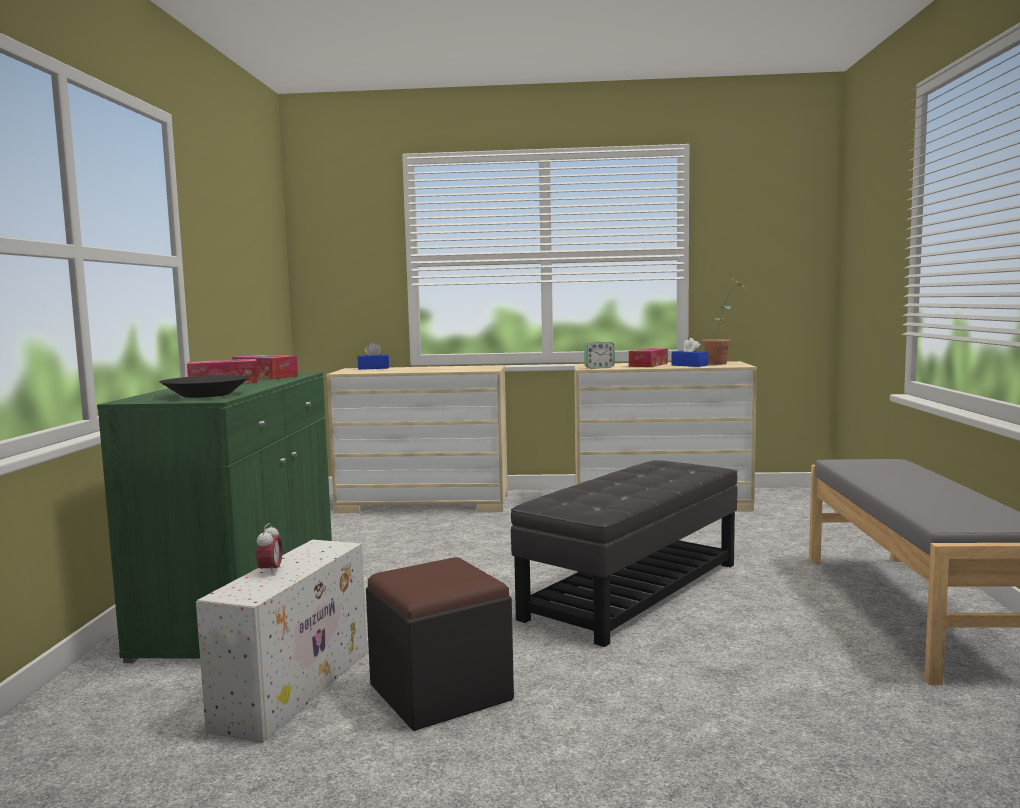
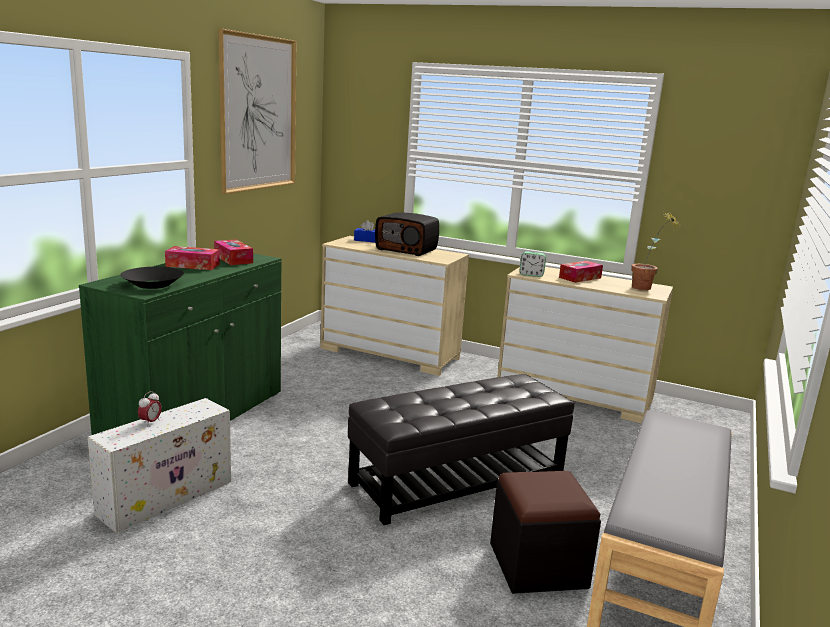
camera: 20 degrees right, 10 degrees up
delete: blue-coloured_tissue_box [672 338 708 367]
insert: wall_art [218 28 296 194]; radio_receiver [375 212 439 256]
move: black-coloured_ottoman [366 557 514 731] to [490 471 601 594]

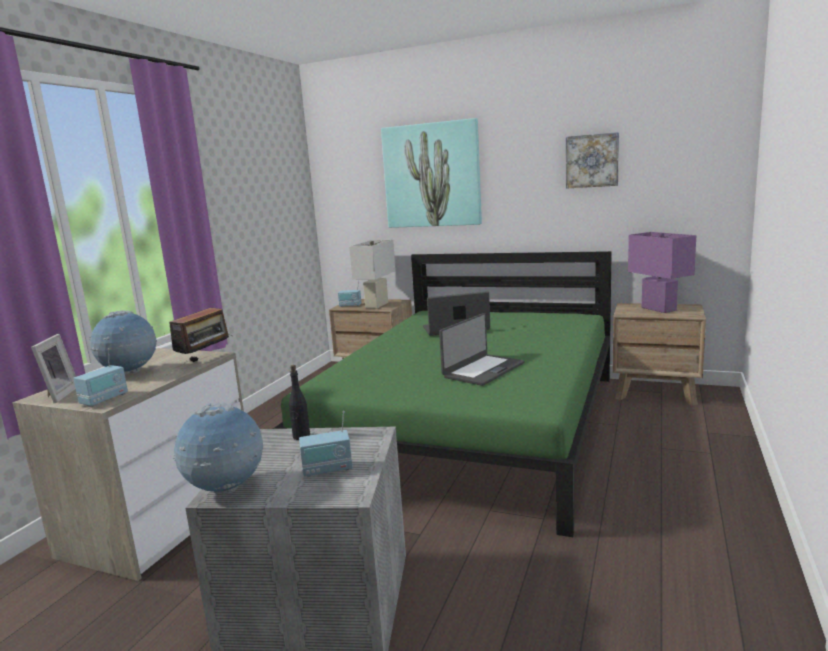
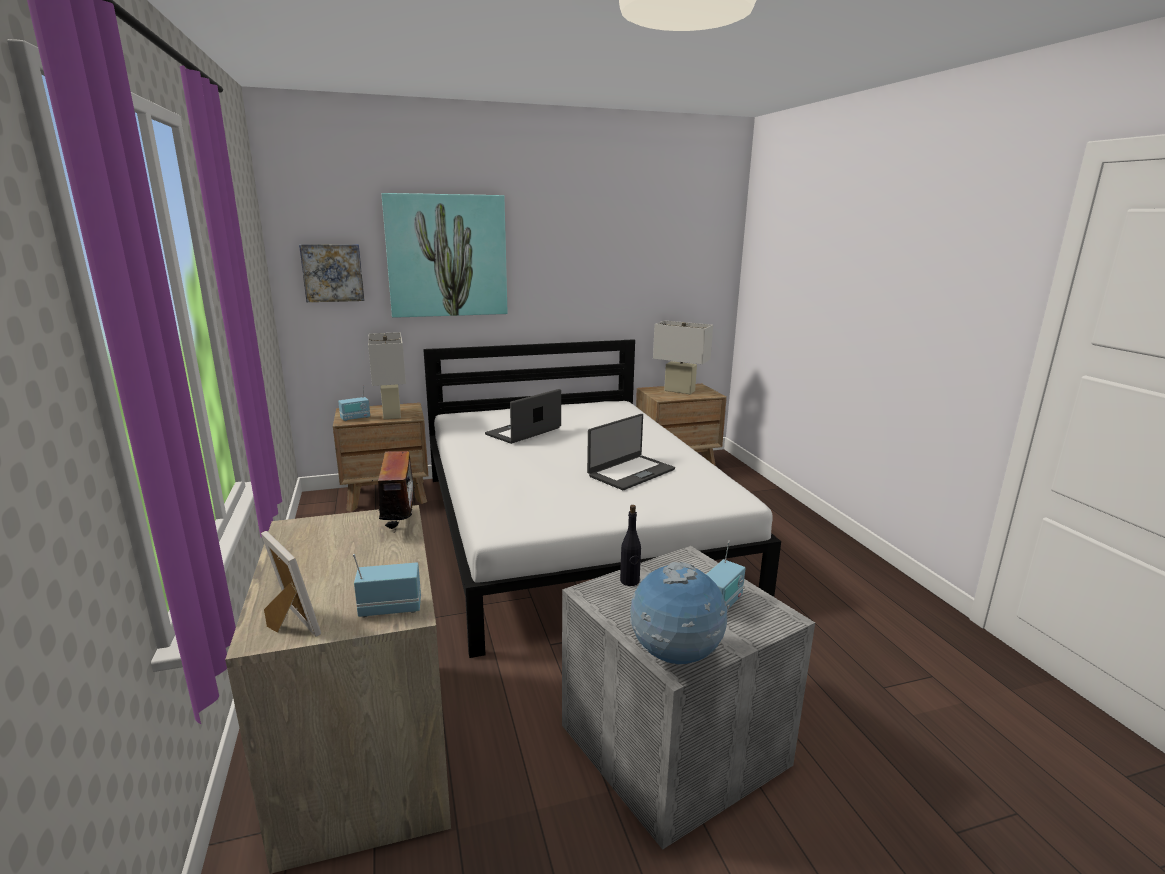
camera: 40 degrees left, 5 degrees up
delete: desk_globe [89 310 157 375]
move: wall_art [566 132 619 189] to [299 244 364 302]
recolor: purplish_lamp_for_a_table [628 232 696 313] to white_lamp_for_a_table [653 320 713 394]; greenish_bed [273 251 612 537] to white_bed [423 339 781 658]
rotate: notebook_computer [439 313 525 386] = [587 414 675 490] 45 degrees clockwise; radio_receiver [73 348 128 407] = [353 554 421 618] 90 degrees counterclockwise

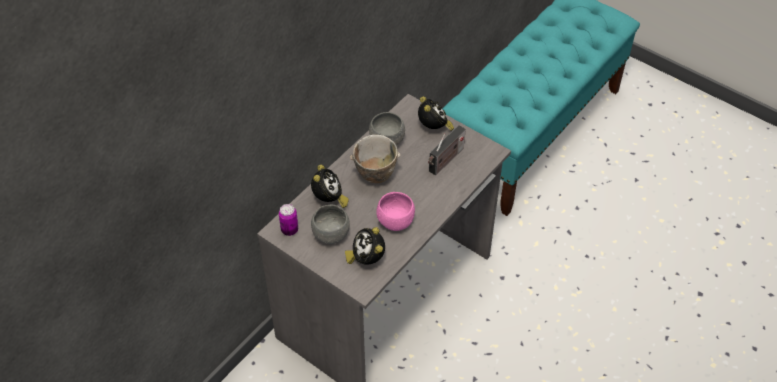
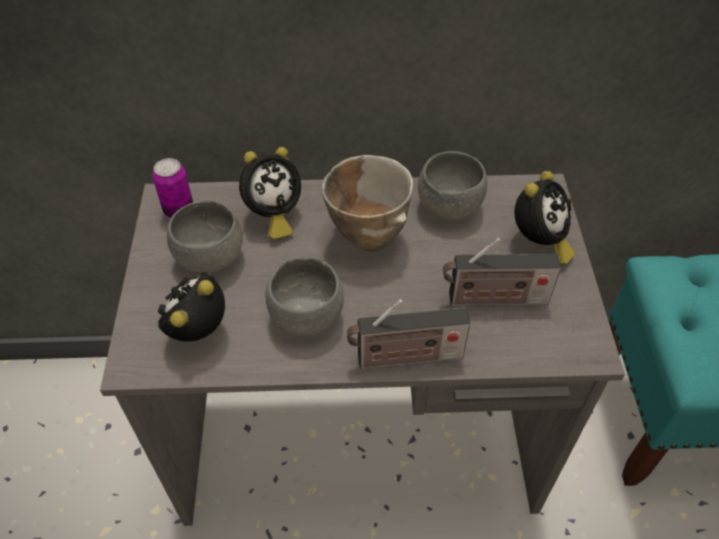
camera: 50 degrees right, 0 degrees up
insert: radio_receiver [347 299 470 369]
recolor: pinkish_serving_bowl [376 192 415 231] to grey_serving_bowl [266 257 344 337]

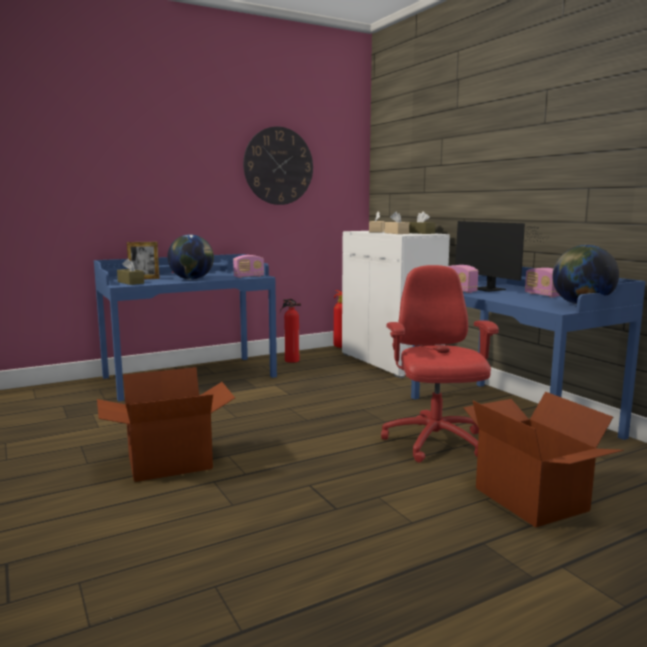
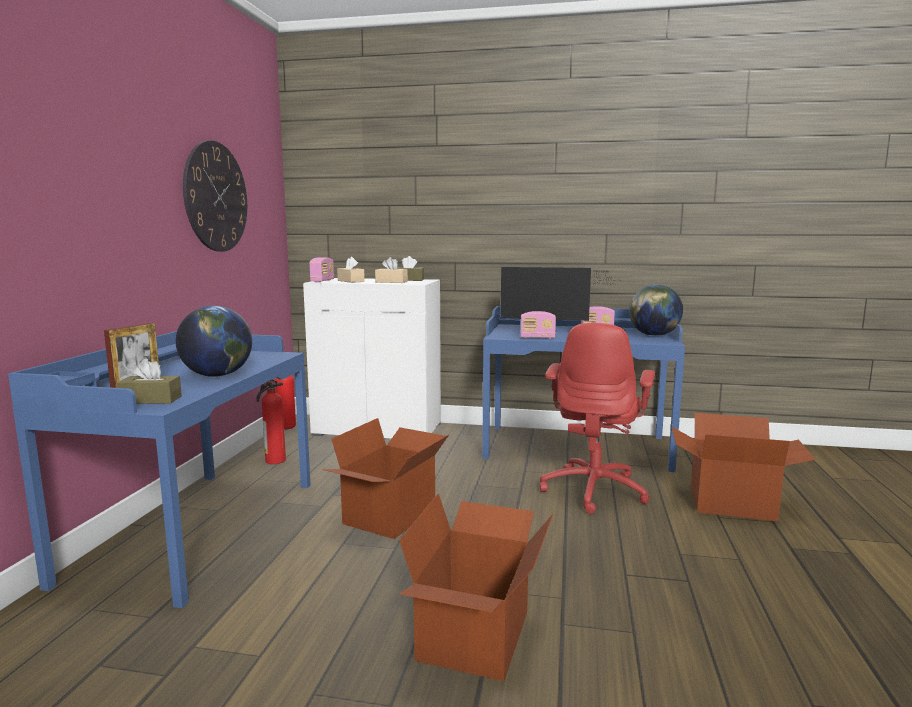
camera: 50 degrees left, 0 degrees up
insert: packing_box [322 418 449 539]
move: radio_receiver [233 255 264 278] to [309 258 334 282]
rotate: red-coloured_office_chair [381 265 499 462] = [540 323 655 514] 105 degrees counterclockwise

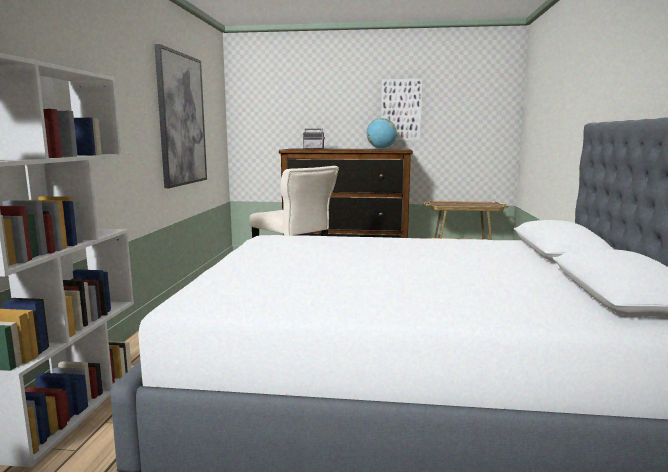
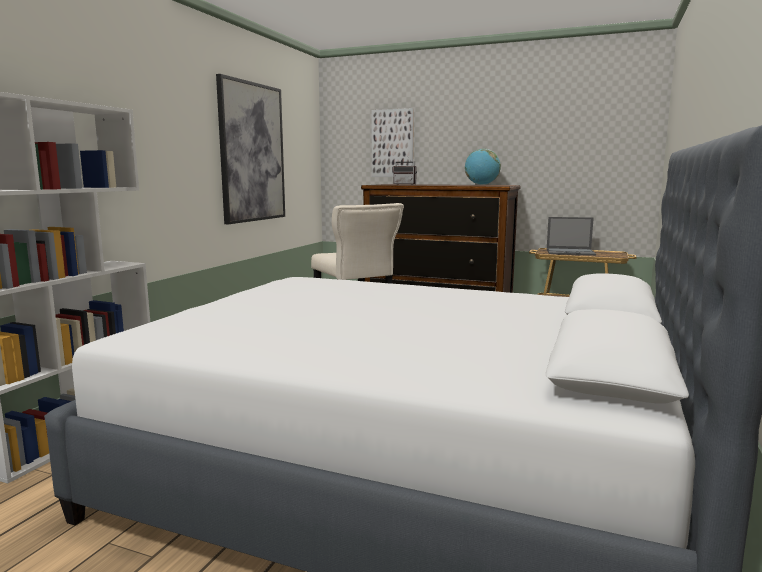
camera: 15 degrees right, 0 degrees up
insert: notebook_computer [547 217 596 255]
move: wall_art [381 79 422 141] to [372 108 414 177]

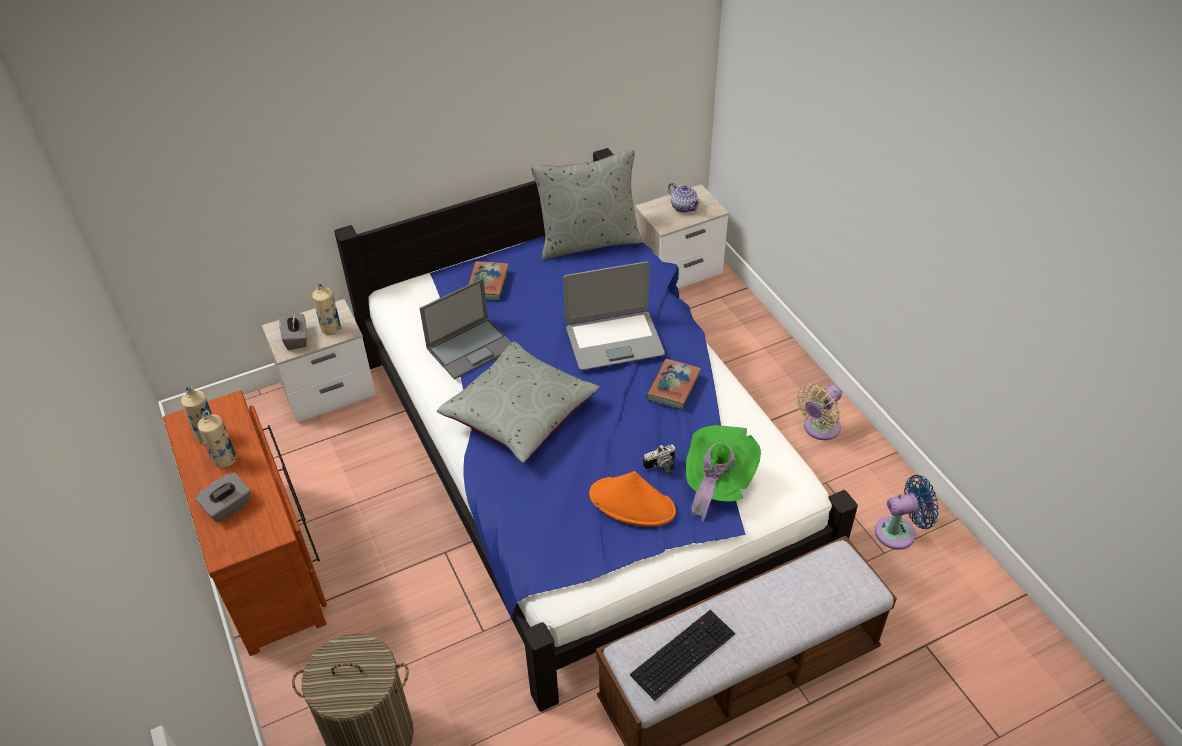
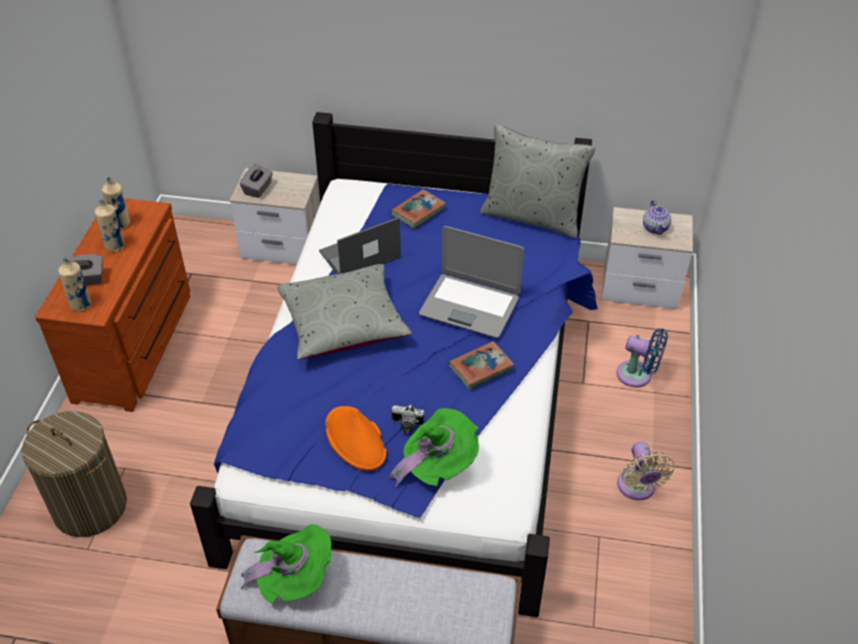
camera: 35 degrees right, 0 degrees up
move: sand-coloured_bottle [312 283 341 335] to [58 257 91 311]; blue-coloured_electric_fan [875 475 939 550] to [617 328 668 387]
replace: computer_keyboard [630 610 735 701] to greenish_wearable_hat [241 524 331 604]
rotate: notebook_computer [420 278 512 380] = [319 217 401 274] 150 degrees clockwise; sand-coloured_electric_fan [796 384 842 440] = [617 442 675 500] 90 degrees counterclockwise

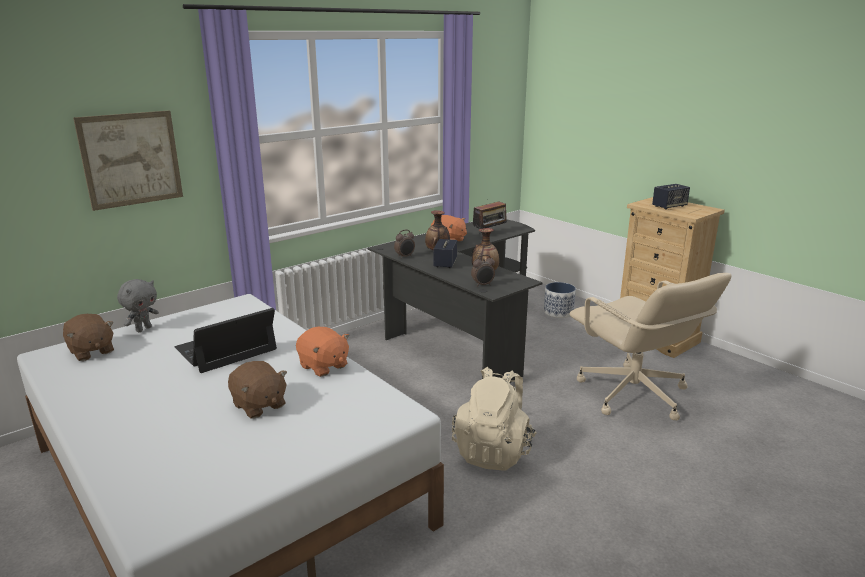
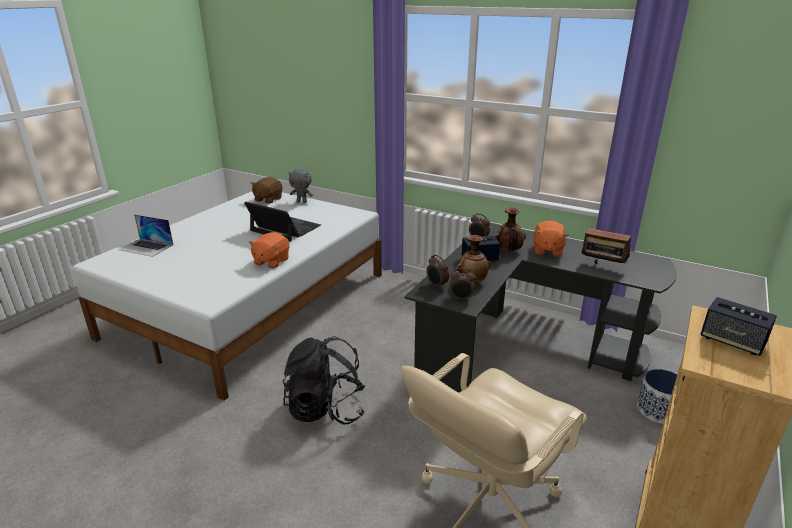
camera: 70 degrees right, 5 degrees up
delete: wall_art [73 110 183 211]; brownish_cuddly_toy [228 361 287 419]
insert: notebook_computer [119 214 173 257]; bedside_clock [449 268 476 301]
recolor: sand-coloured_rucksack [452 367 537 470] to black-coloured_rucksack [282 336 365 425]

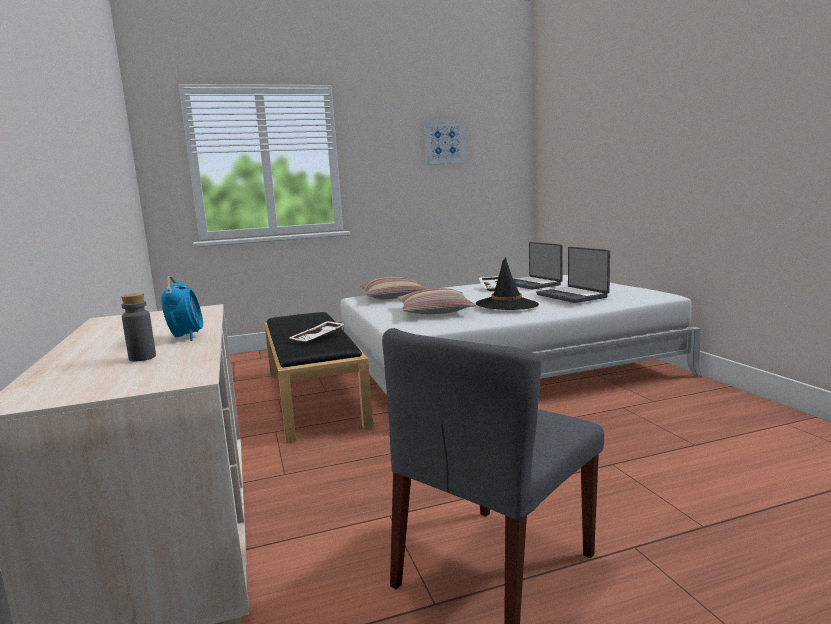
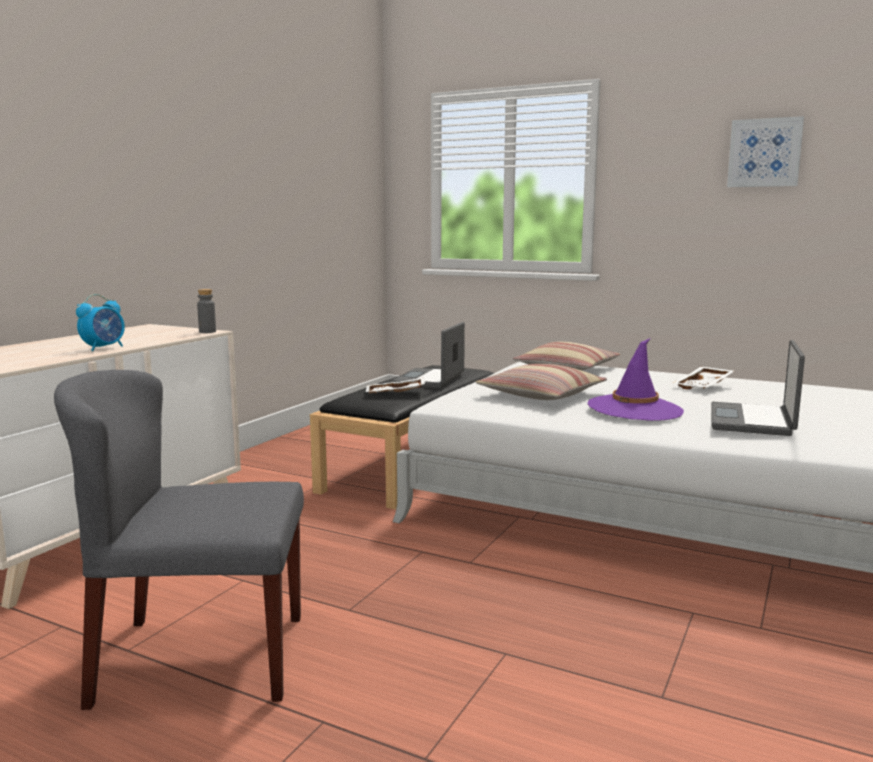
camera: 45 degrees right, 0 degrees up
move: notebook_computer [513 242 563 290] to [392 322 465 388]; grey_bottle [121 293 156 361] to [197 289 216 333]
recolor: black-coloured_wearable_hat [476 258 539 310] to purplish_wearable_hat [588 338 684 421]

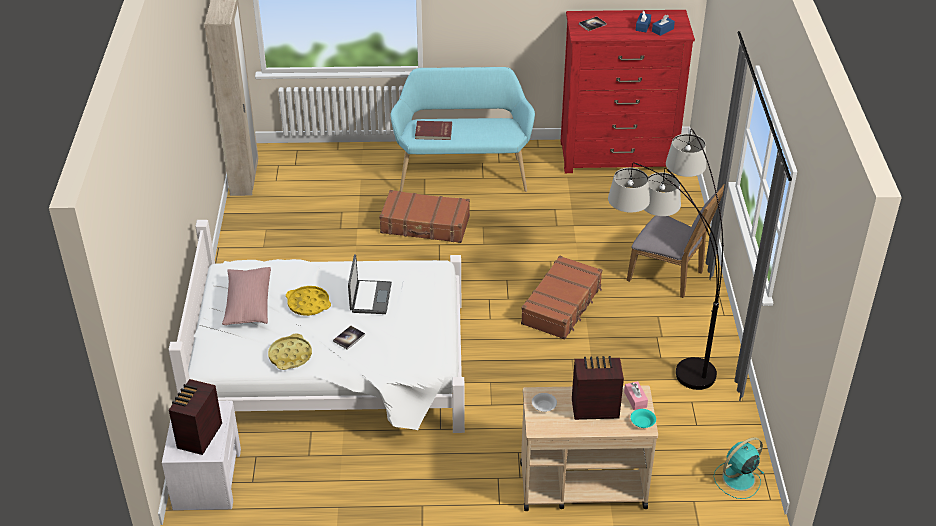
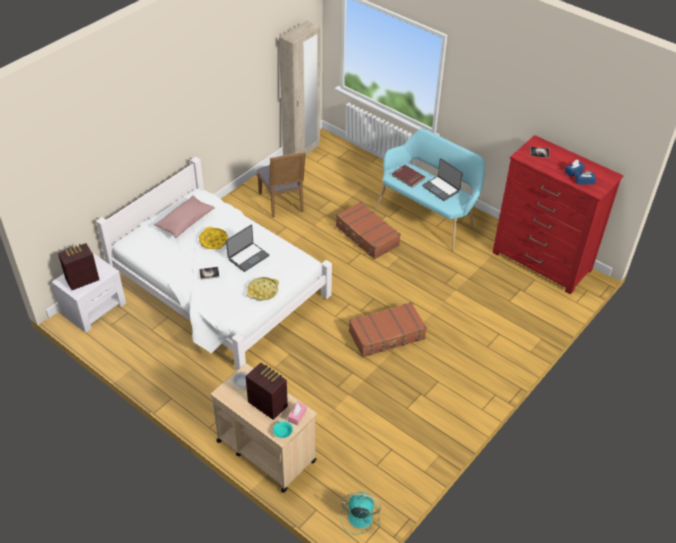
camera: 40 degrees right, 5 degrees up
delete: standing_lamp [608 128 724 390]
insert: notebook_computer [422 158 463 201]
move: grey_chair [626 183 725 298] to [257 152 306 218]; yellow-coloured_carrying_tray [268 334 312 370] to [246 277 279 301]

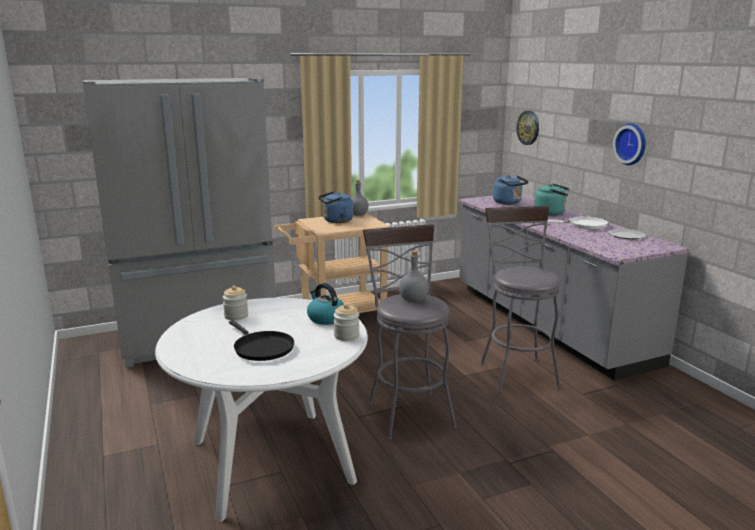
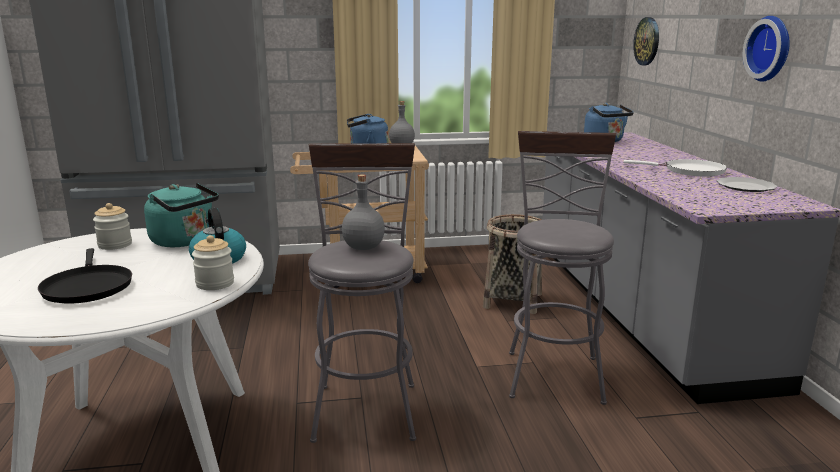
camera: 15 degrees right, 0 degrees up
insert: basket [483 214 542 314]
move: turquoise-coloured_tea_kettle [534 184 570 216] to [144 183 219 247]

